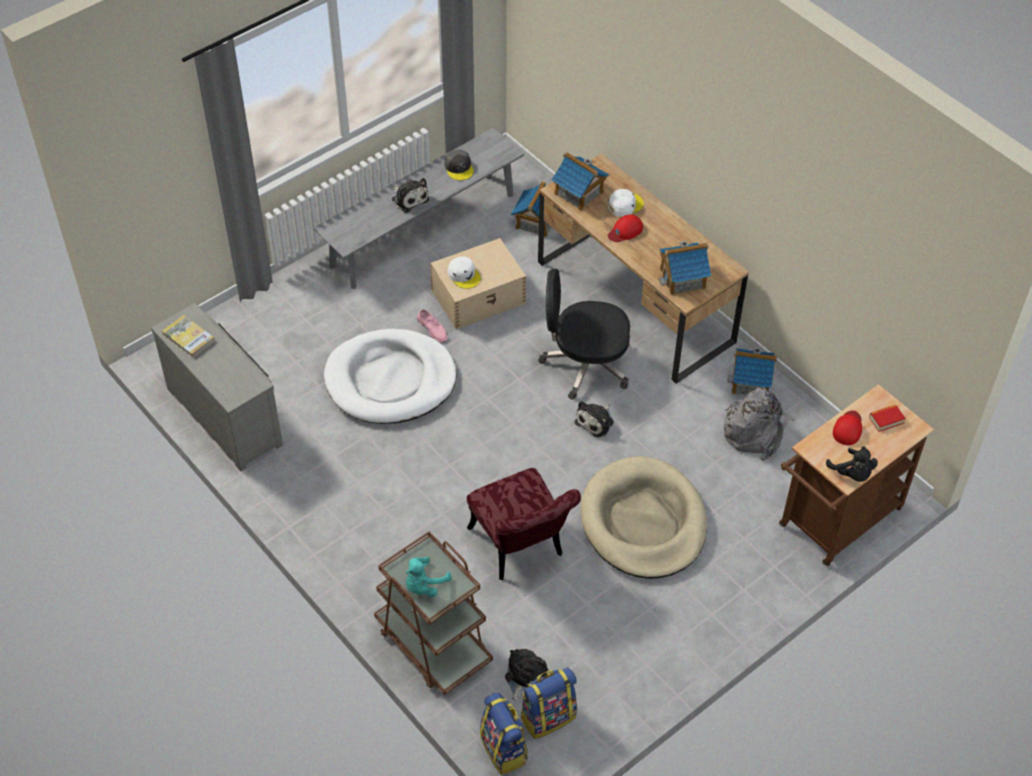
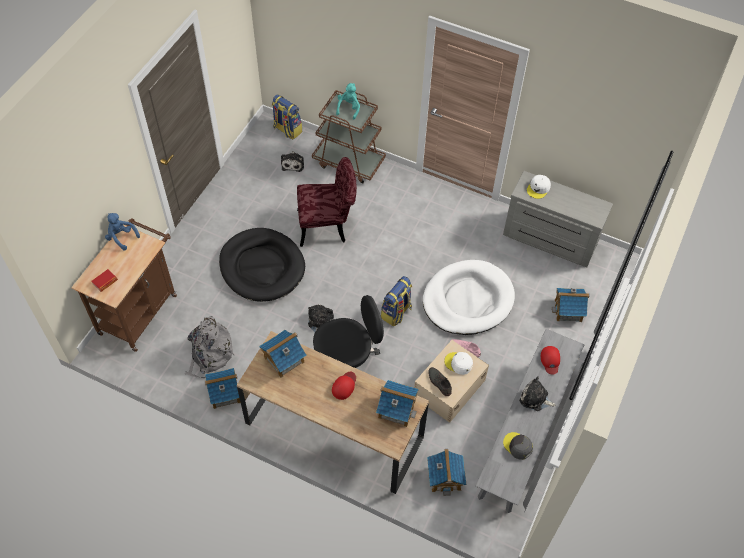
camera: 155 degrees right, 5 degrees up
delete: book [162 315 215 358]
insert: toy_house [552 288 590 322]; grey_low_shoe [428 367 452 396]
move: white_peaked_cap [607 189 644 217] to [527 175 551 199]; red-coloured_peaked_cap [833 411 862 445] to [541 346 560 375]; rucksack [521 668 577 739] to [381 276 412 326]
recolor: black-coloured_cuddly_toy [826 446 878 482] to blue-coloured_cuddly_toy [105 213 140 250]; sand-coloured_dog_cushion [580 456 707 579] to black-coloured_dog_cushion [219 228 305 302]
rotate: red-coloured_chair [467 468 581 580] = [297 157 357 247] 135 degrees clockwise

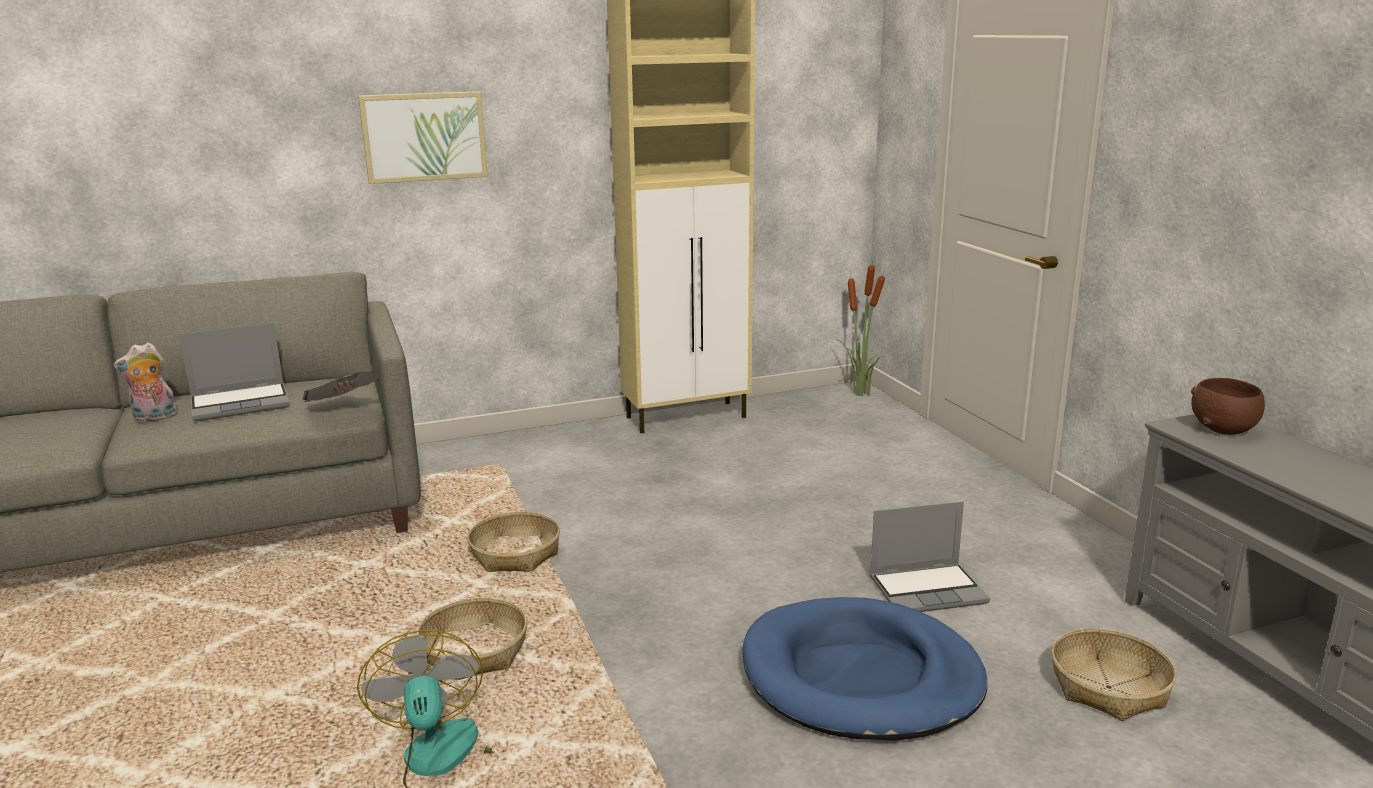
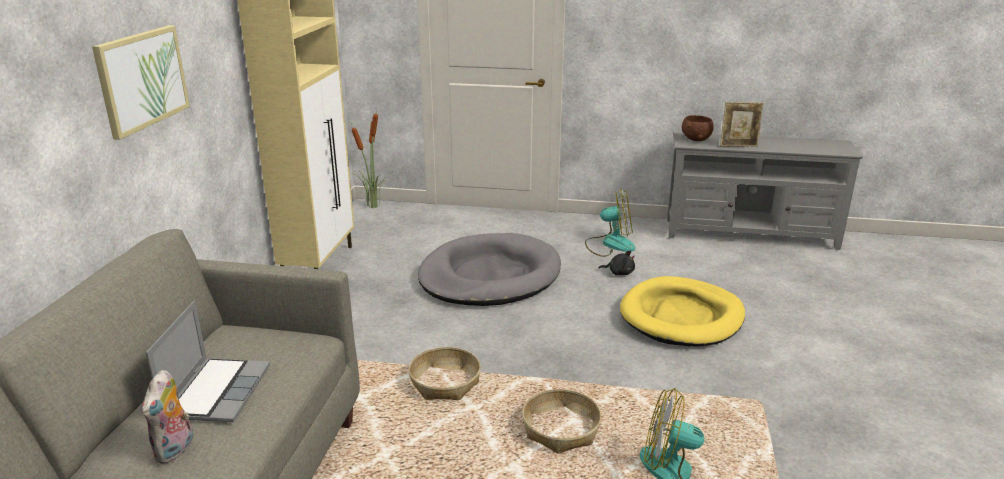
camera: 60 degrees left, 5 degrees up
delete: newspaper [303 371 379 402]; basket [1051 628 1176 721]
insert: picture_frame [720 102 764 147]; electric_fan [585 188 635 257]; grey_dog_cushion [418 233 561 306]
replace: notebook_computer [870 501 990 612] to black-coloured_cuddly_toy [598 251 635 275]
recolor: blue-coloured_dog_cushion [743 597 987 741] to yellow-coloured_dog_cushion [620 276 745 346]

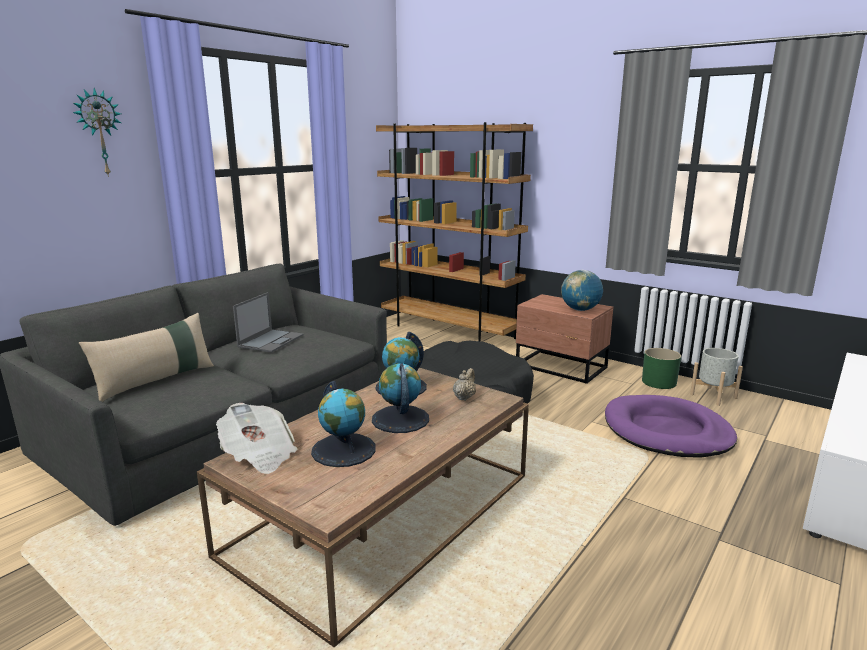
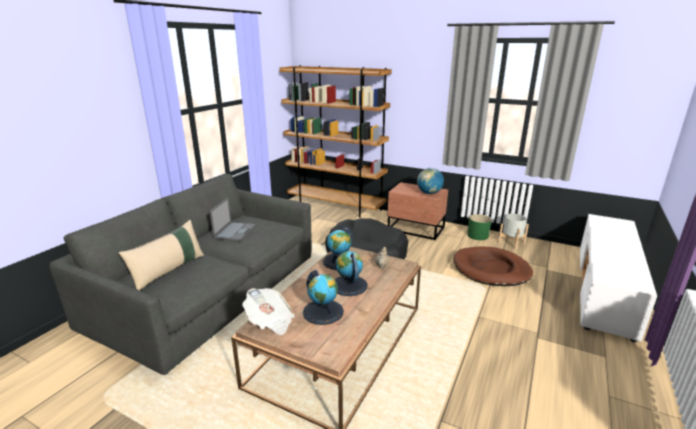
camera: 10 degrees left, 5 degrees up
delete: wall_clock [73 88 121 177]
recolor: purplish_dog_cushion [605 395 737 458] to brownish_dog_cushion [454 247 533 286]

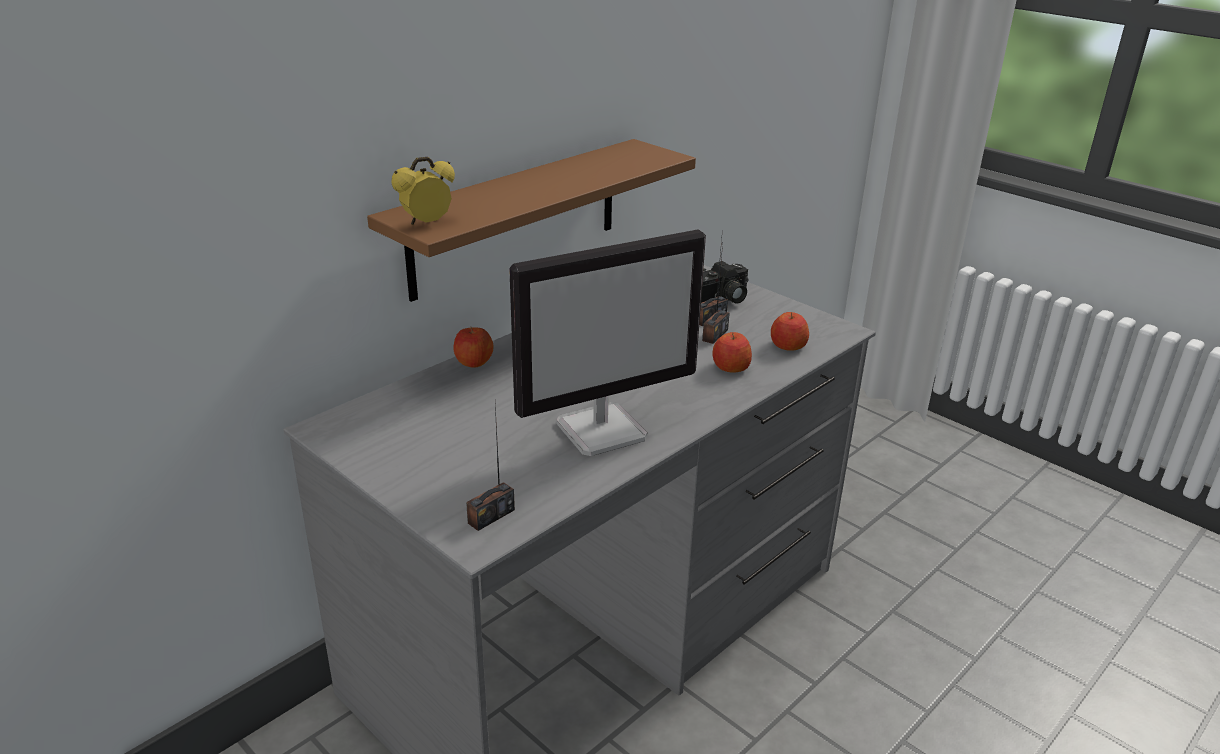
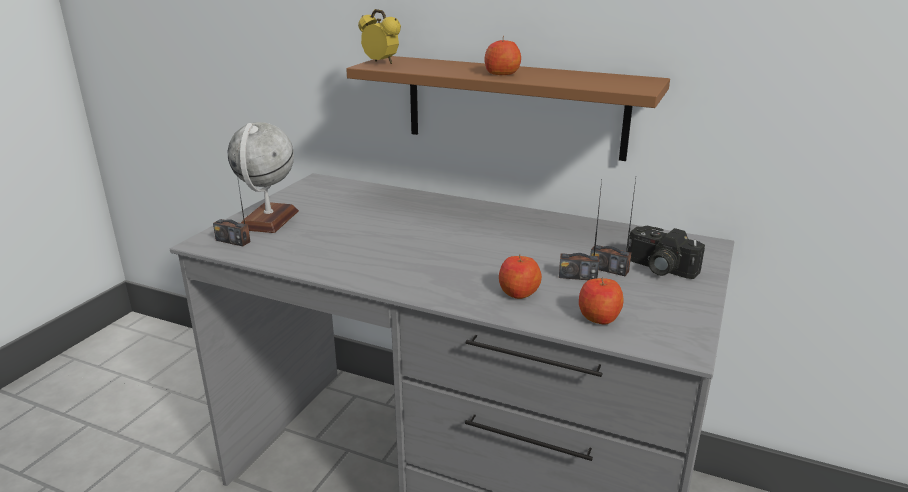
camera: 70 degrees right, 5 degrees down
delete: computer_display [509 229 706 456]
insert: desk_globe [228 122 299 233]
move: apple_fruit [453 327 494 368] to [484 36 521 75]

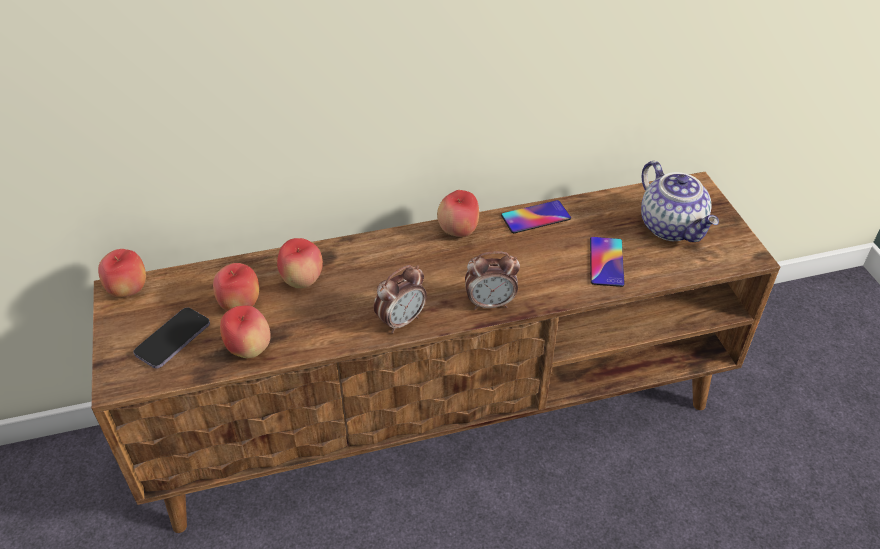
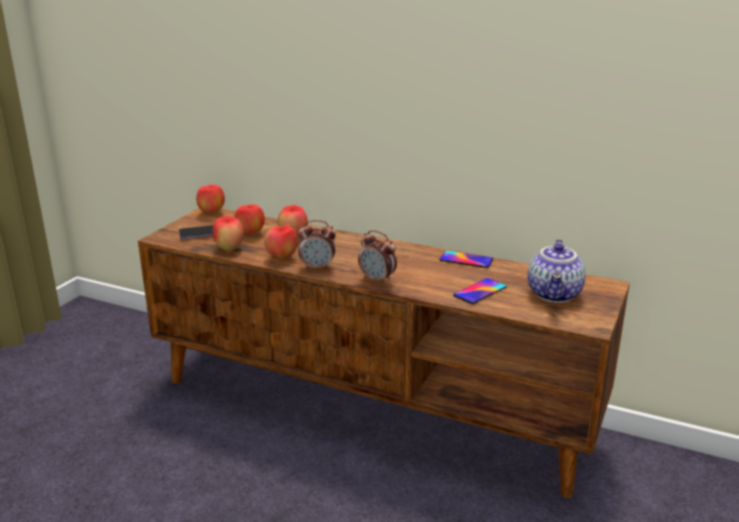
camera: 40 degrees right, 20 degrees down
move: apple_fruit [437 190 479 237] to [264 225 298 260]

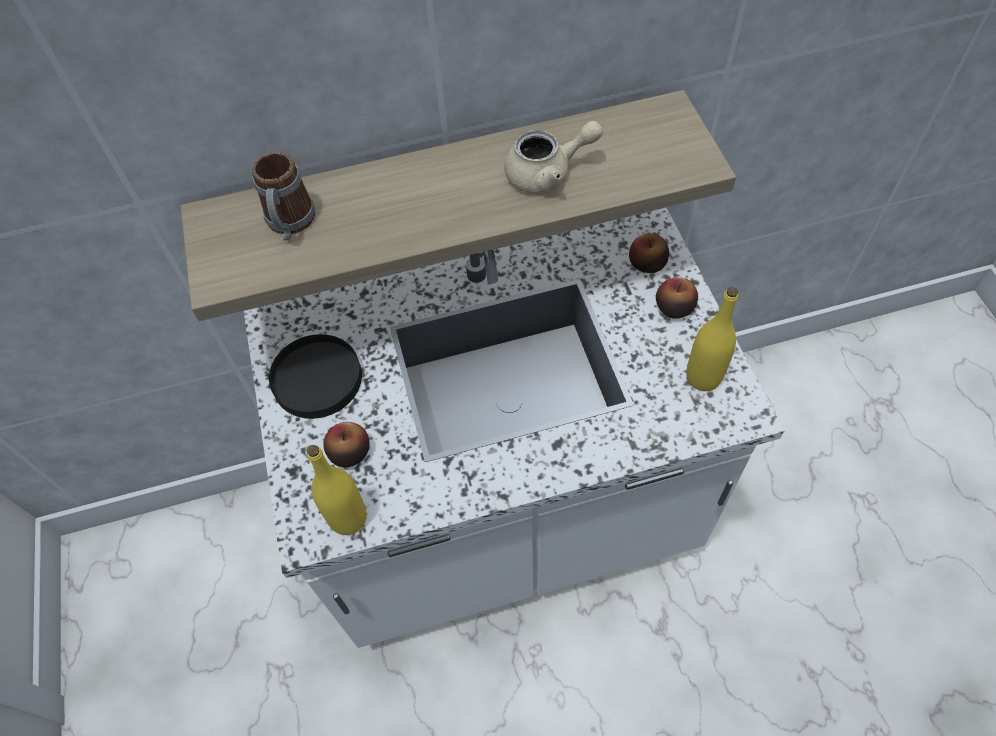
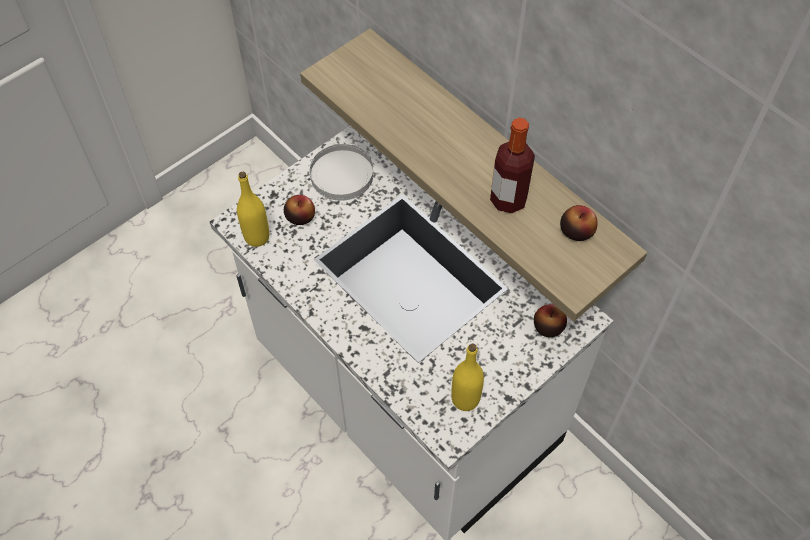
camera: 60 degrees right, 0 degrees up
delete: tea_mug [252 152 315 240]
move: apple_fruit [656 277 698 319] to [560 205 598 241]
replace: sand-coloured_pot_for_tea [504 121 603 193] to bottle [490 118 535 214]
recolor: black-coloured_plate [269 334 362 419] to white_plate [310 144 373 201]

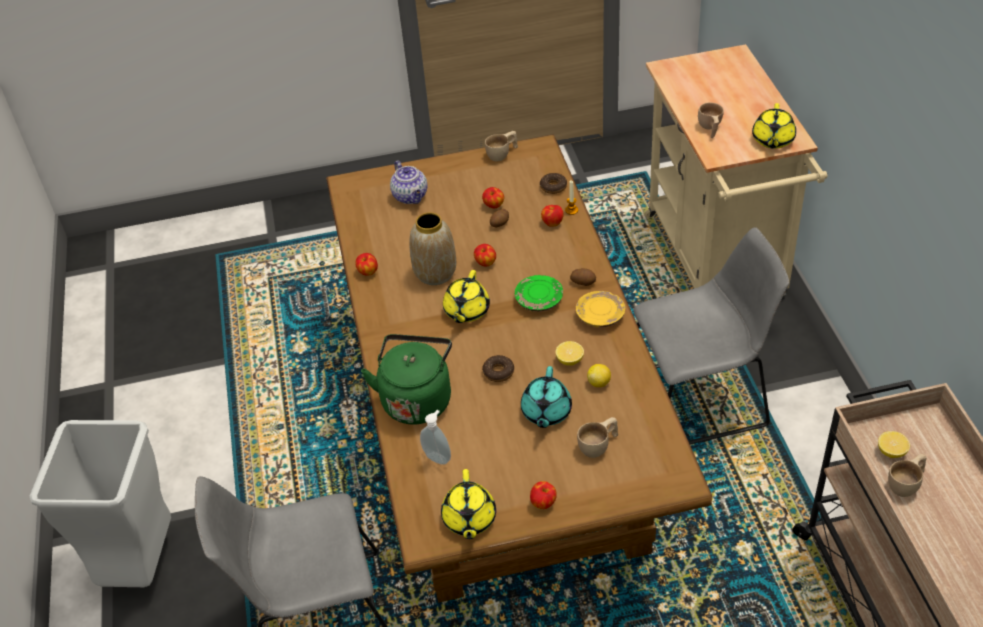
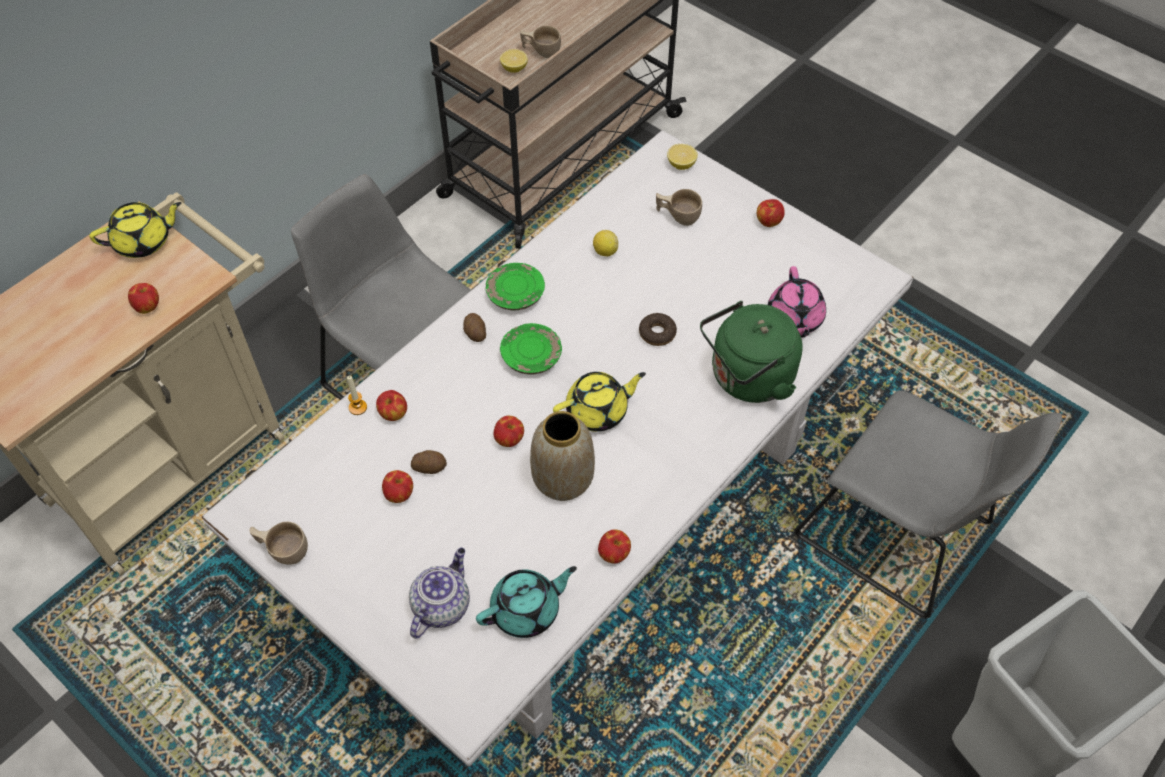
camera: 130 degrees left, 10 degrees up
delete: doughnut [540 173 567 194]; yellow-coloured_pot_for_tea [441 469 496 539]
move: lemon [556 341 584 366] to [667 144 698 170]; turquoise-coloured_pot_for_tea [521 366 572 428] to [476 566 577 638]
replace: sand-coloured_cup [698 102 724 138] to apple_fruit [128 283 159 314]; liquid_soap_bottle [420 410 451 465] to pinkish_pot_for_tea [768 266 826 337]
recolor: brownish_dining_table [326 134 712 603] to white_dining_table [202 130 913 767]; yellow-coloured_plate [576 291 625 328] to greenish_plate [486 263 545 310]

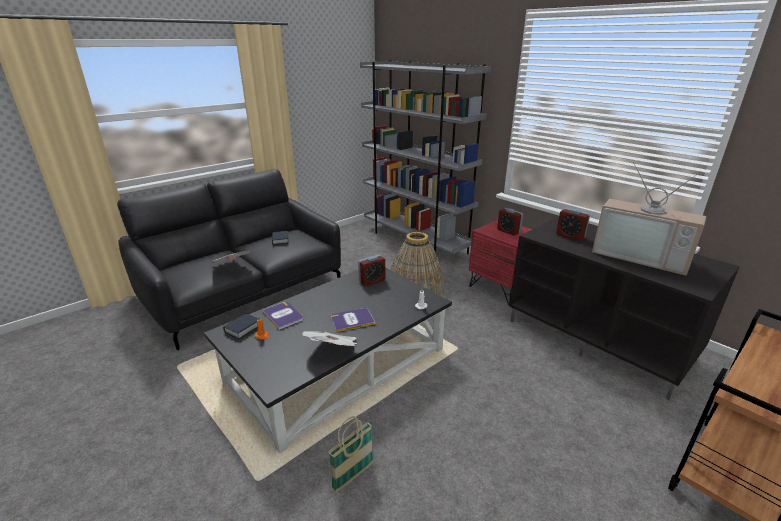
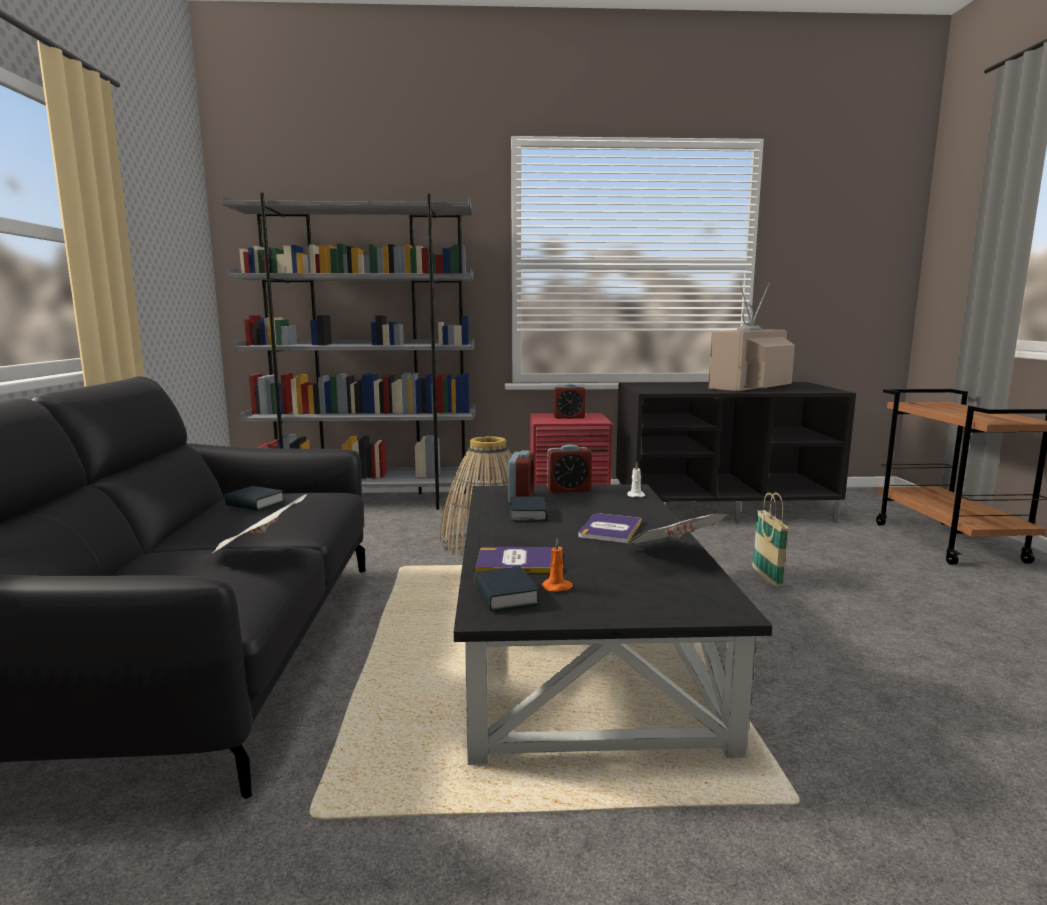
camera: 50 degrees left, 15 degrees down
insert: book [510 496 547 521]
move: bedside_clock [556 208 590 241] to [547 444 592 493]; basket [328 416 374 492] to [752 492 789 587]
rotate: television [592 162 706 275] = [709 281 795 391] 150 degrees clockwise

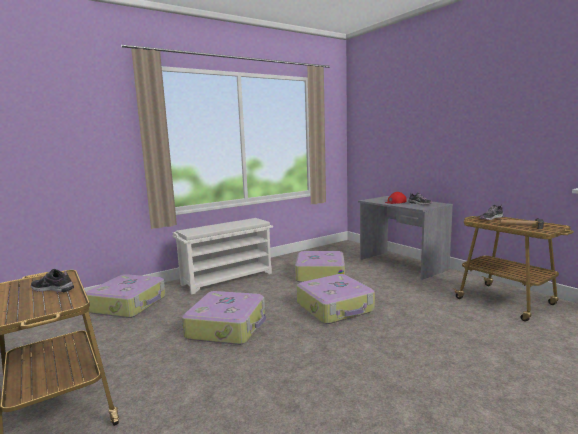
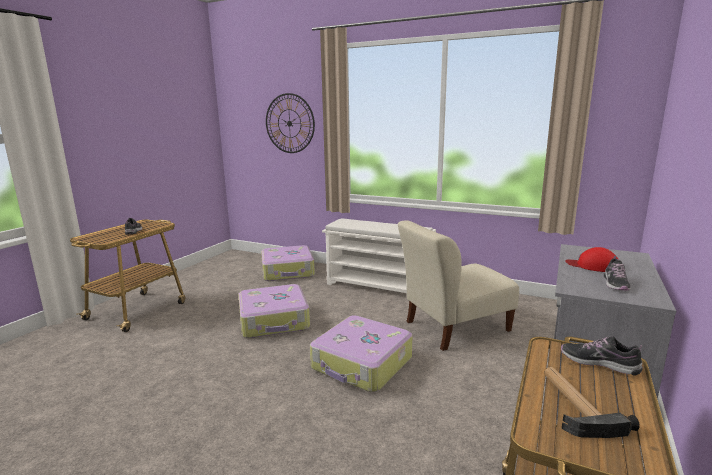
camera: 60 degrees right, 5 degrees up
insert: wall_clock [266 93 315 153]
replace: piece_of_luggage [295 251 345 282] to sand-coloured_chair [398 220 519 351]

